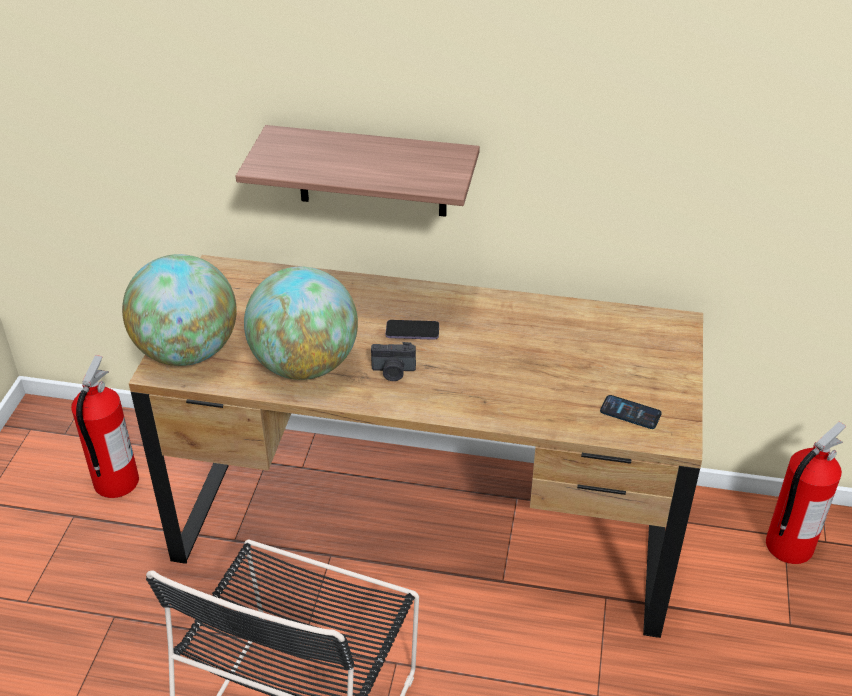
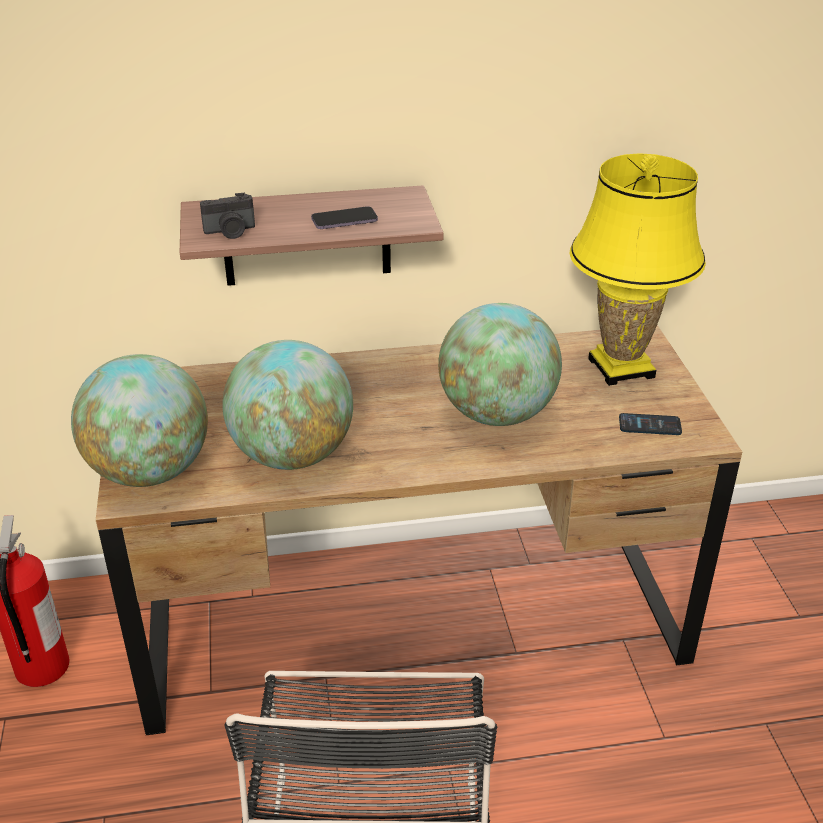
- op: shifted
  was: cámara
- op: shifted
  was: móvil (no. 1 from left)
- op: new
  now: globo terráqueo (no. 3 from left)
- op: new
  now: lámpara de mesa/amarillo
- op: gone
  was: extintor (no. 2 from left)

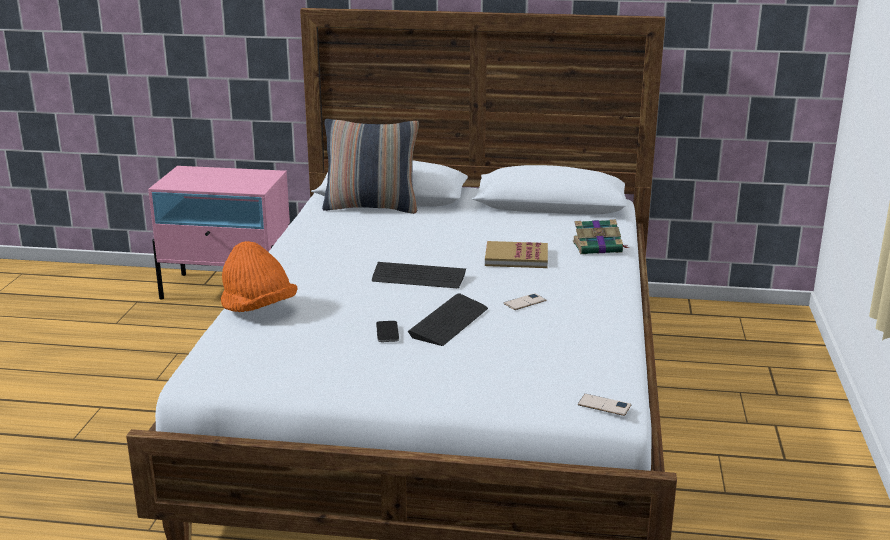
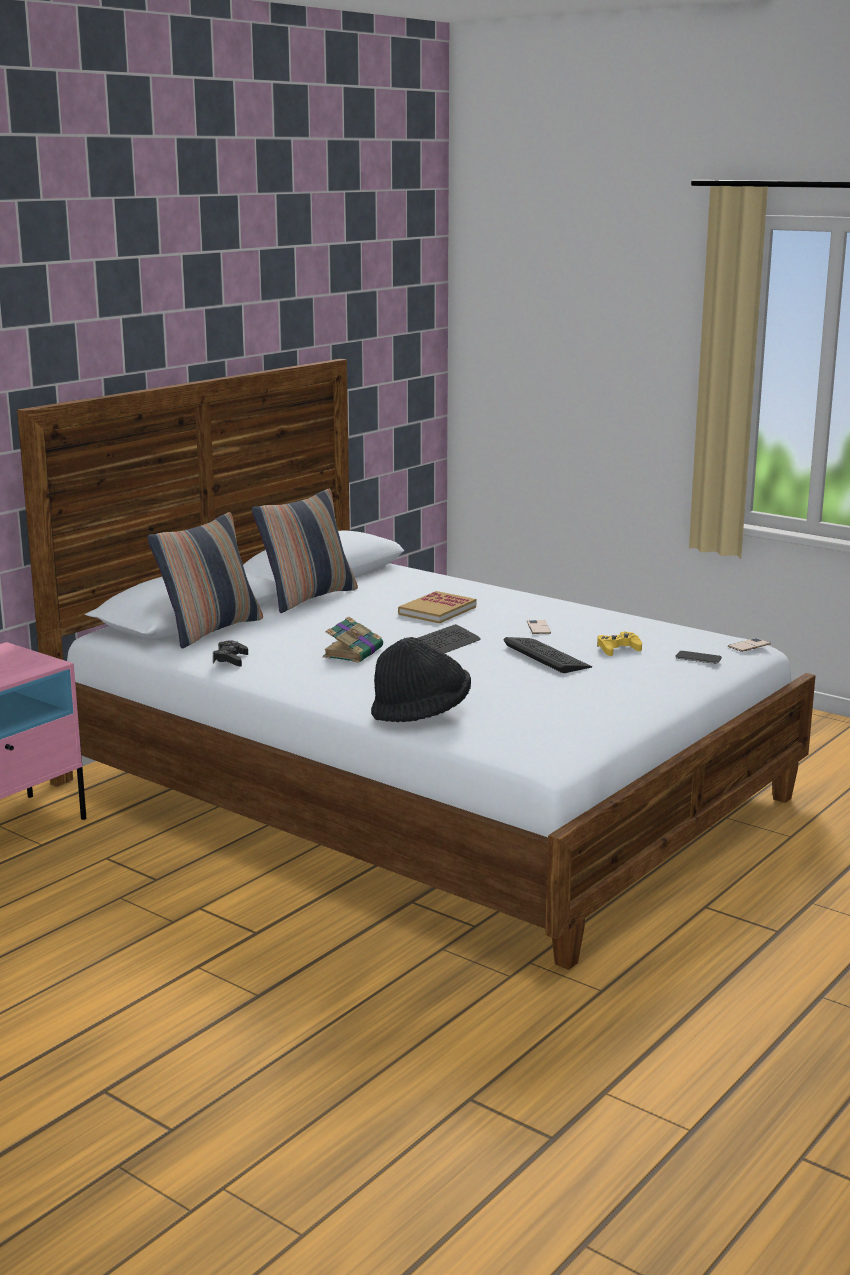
- op: new
  now: mando de consola/negro
- op: new
  now: cojín (no. 2 from left)
- op: shifted
  was: libro (no. 2 from left in the first image)
  now: libro (no. 1 from left)
- op: repainted
  was: sombrero/naranja
  now: sombrero/negro
- op: new
  now: mando de consola/amarillo
- op: shifted
  was: móvil (no. 1 from left in the first image)
  now: móvil (no. 2 from left)

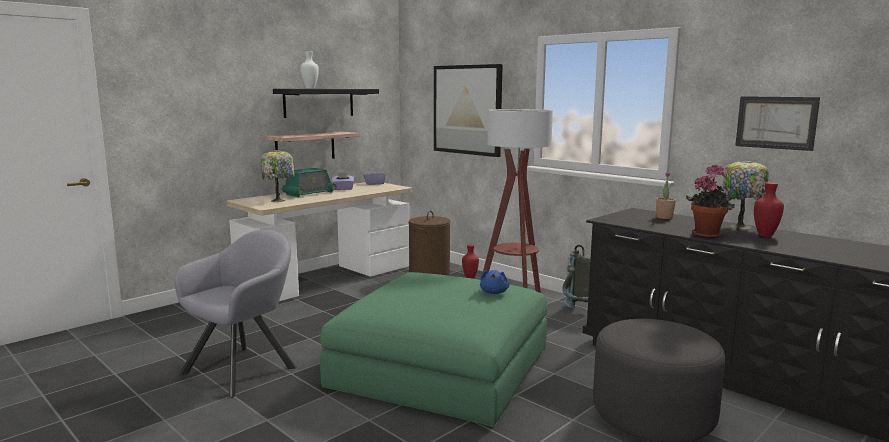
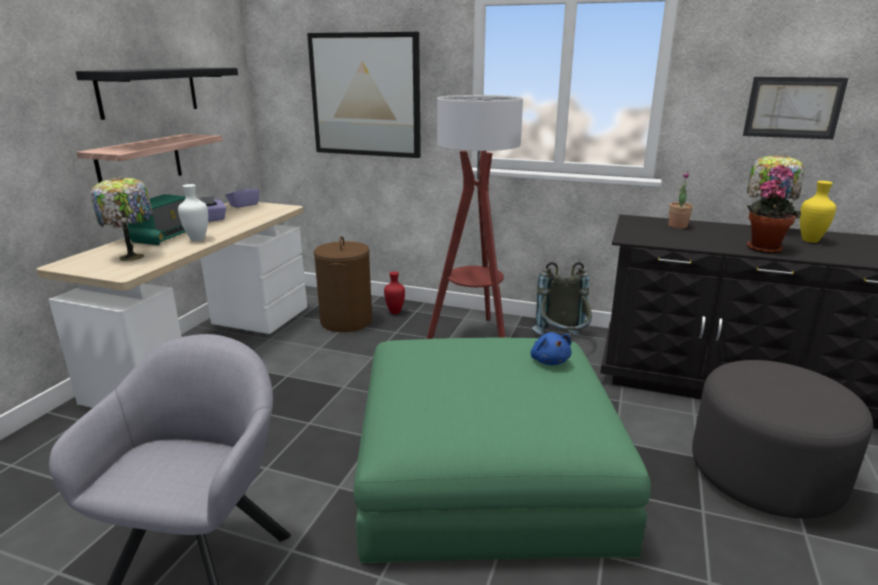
- op: shifted
  was: florero/blanco
- op: repainted
  was: florero/rojo (no. 2 from left)
  now: florero/amarillo

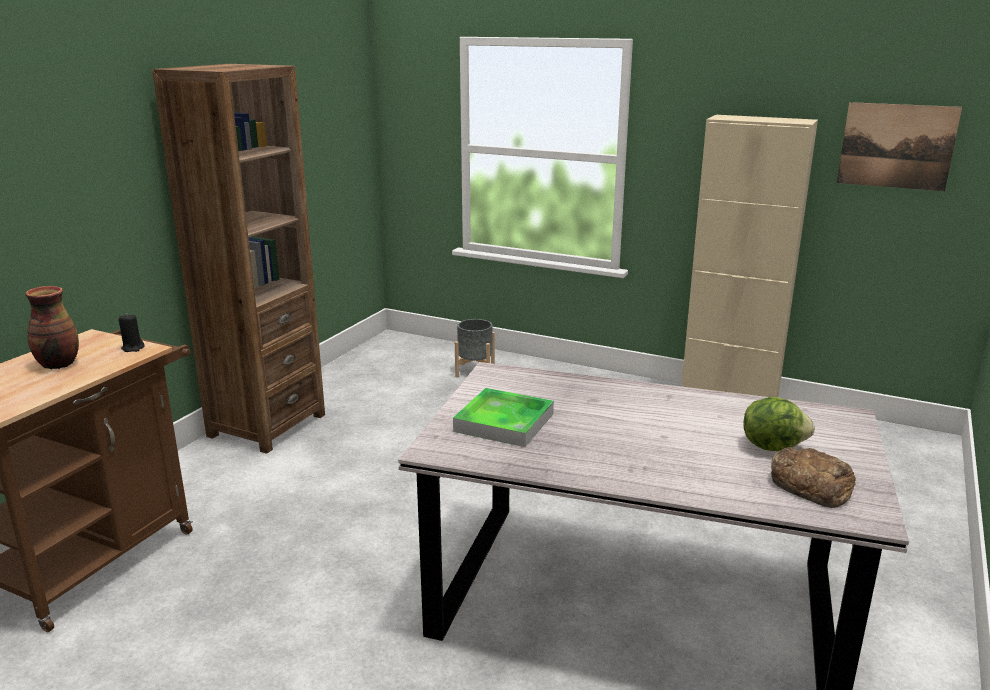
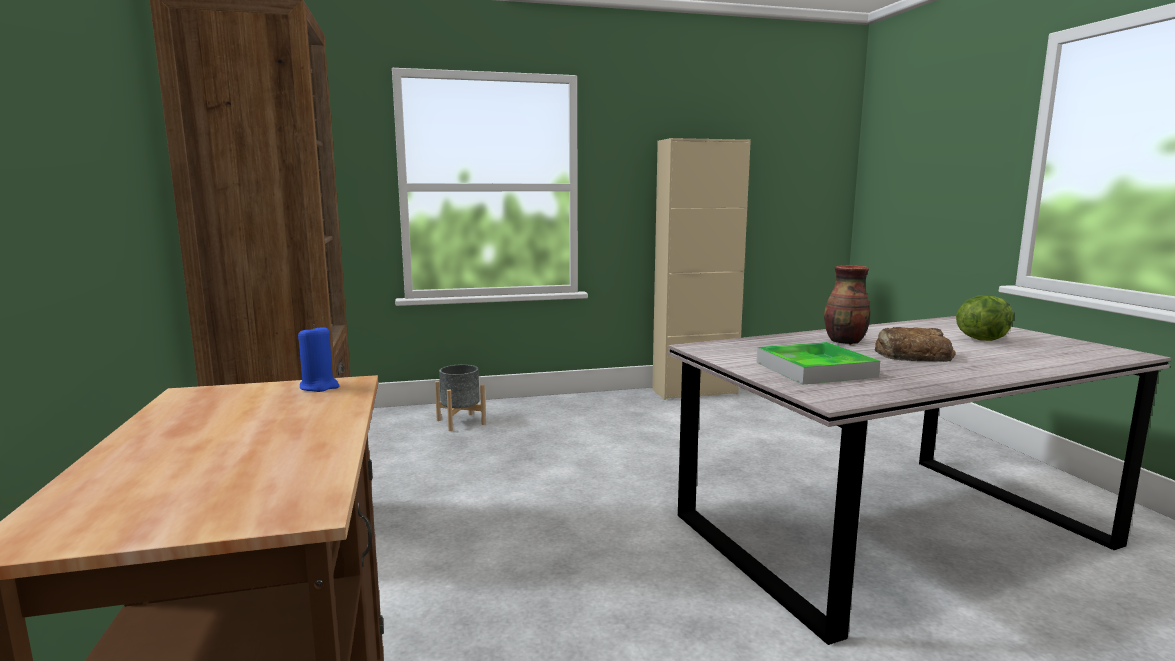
- op: repainted
  was: vela/negro
  now: vela/azul
- op: shifted
  was: florero
- op: shifted
  was: pan
- op: gone
  was: cuadro

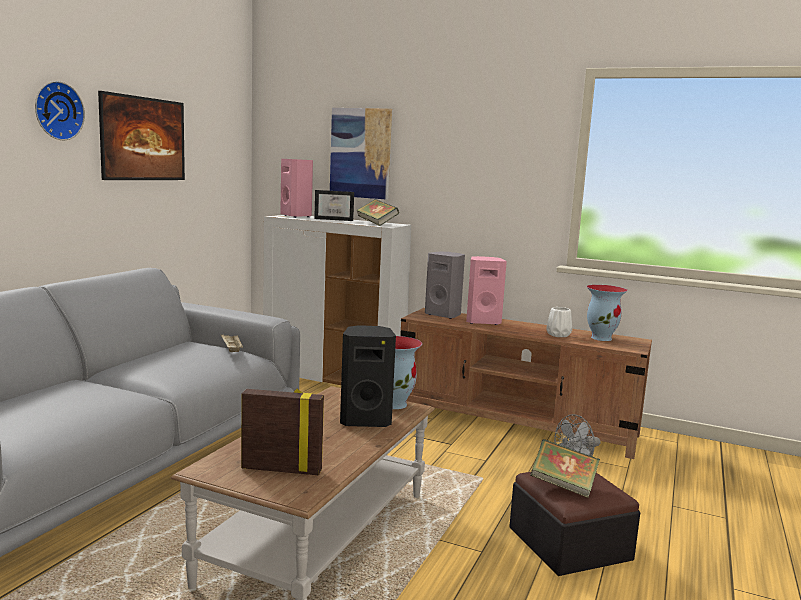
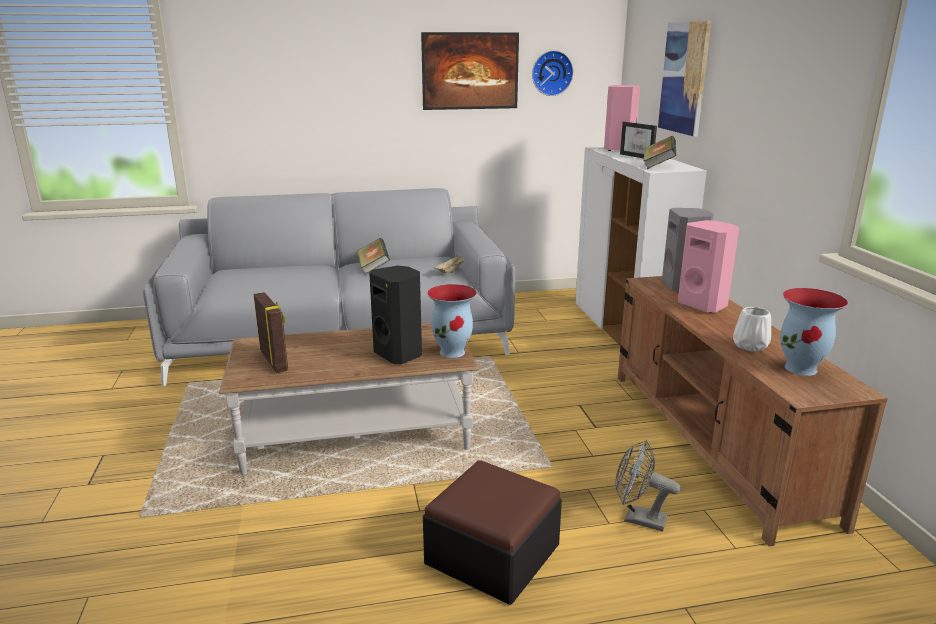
- op: shifted
  was: libro (no. 2 from left in the first image)
  now: libro (no. 1 from left)
- op: shifted
  was: reloj de pared

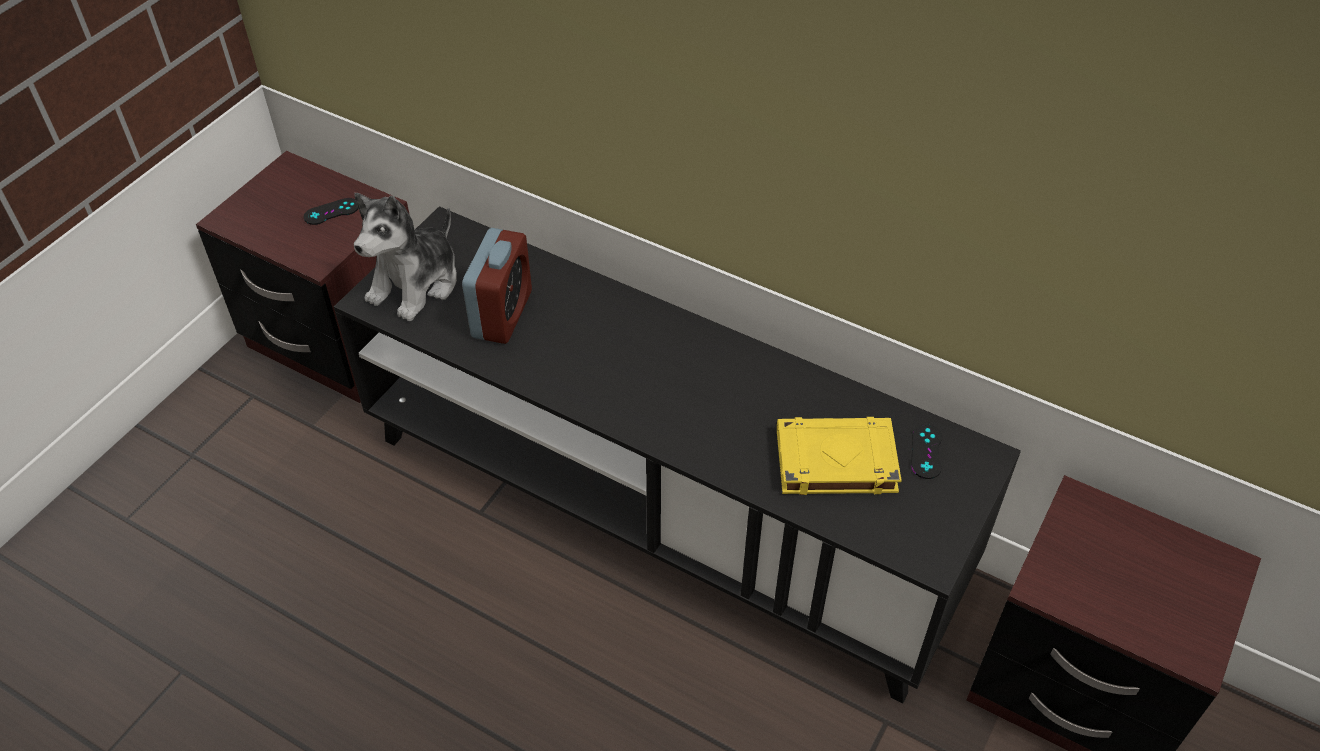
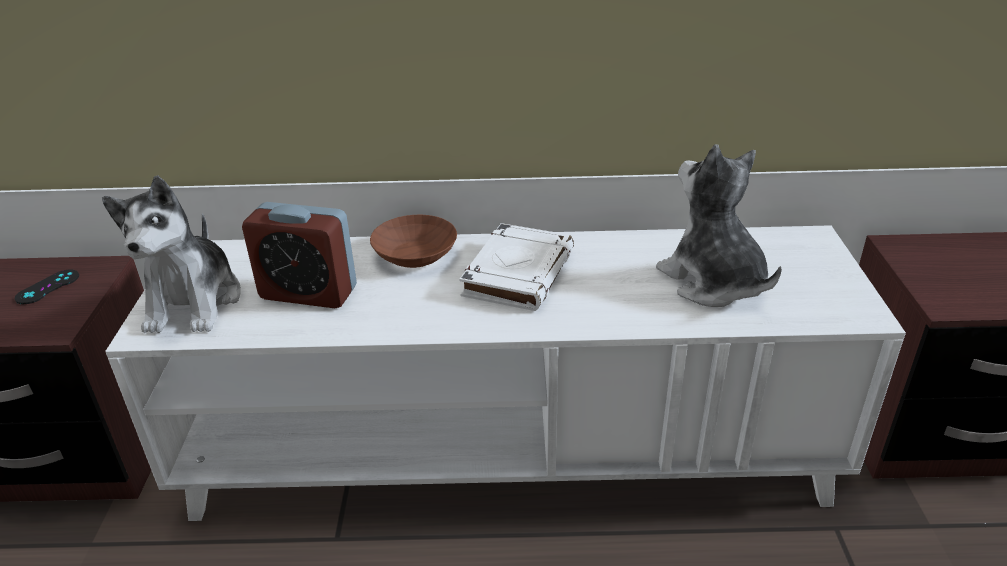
- op: repainted
  was: mueble de televisión/negro
  now: mueble de televisión/blanco
- op: rotated
  was: despertador
  clockwise: 120
- op: new
  now: cuenco/marrón
- op: new
  now: libro/blanco
- op: swapped
  was: libro/amarillo
  now: peluche (no. 2 from left)
- op: gone
  was: mando de consola/negro (no. 2 from left)

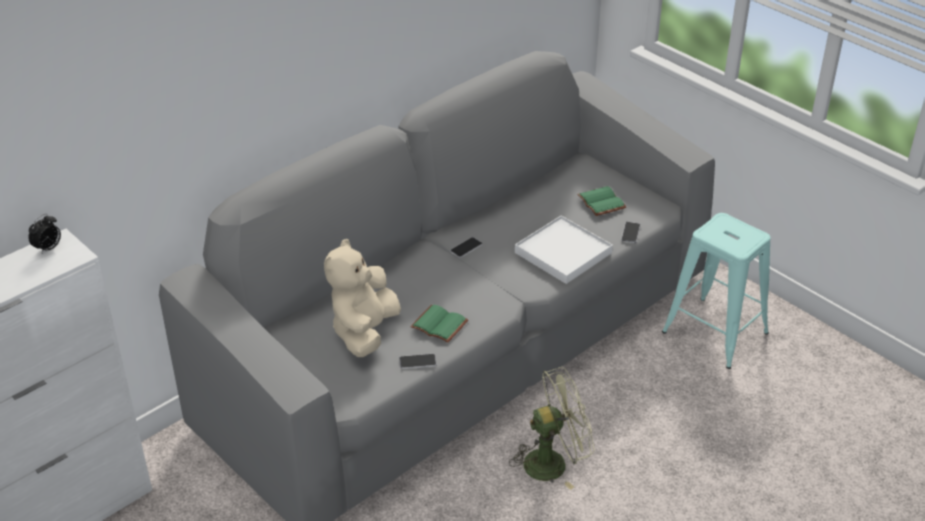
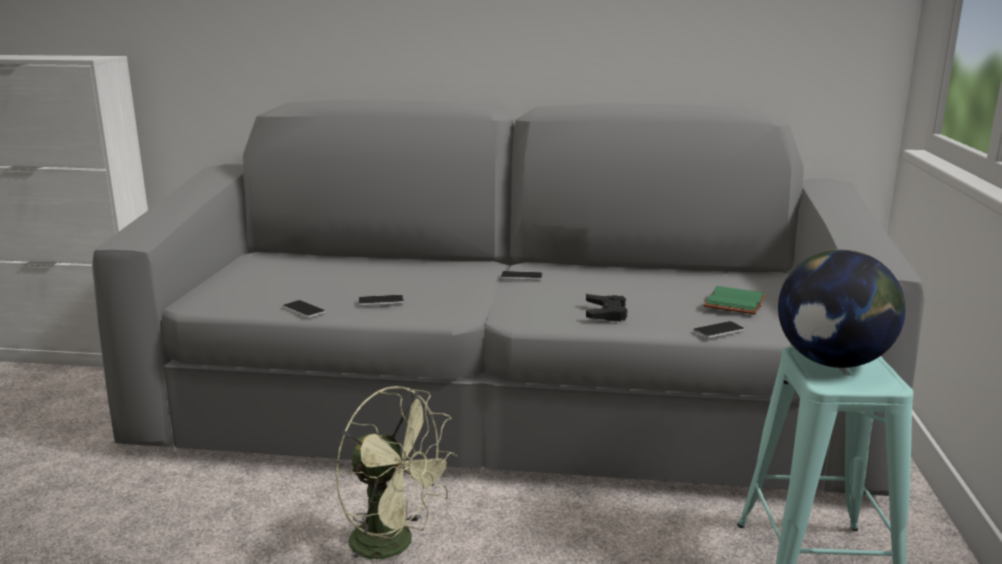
- op: swapped
  was: libro/verde (no. 1 from left)
  now: móvil (no. 2 from left)
- op: swapped
  was: bandeja/blanco
  now: mando de consola/negro
- op: new
  now: globo terráqueo
- op: gone
  was: despertador
- op: gone
  was: peluche/beis

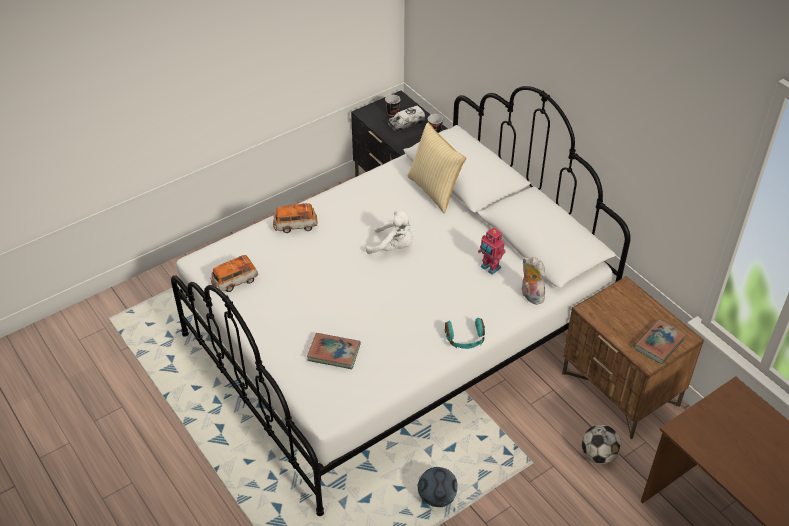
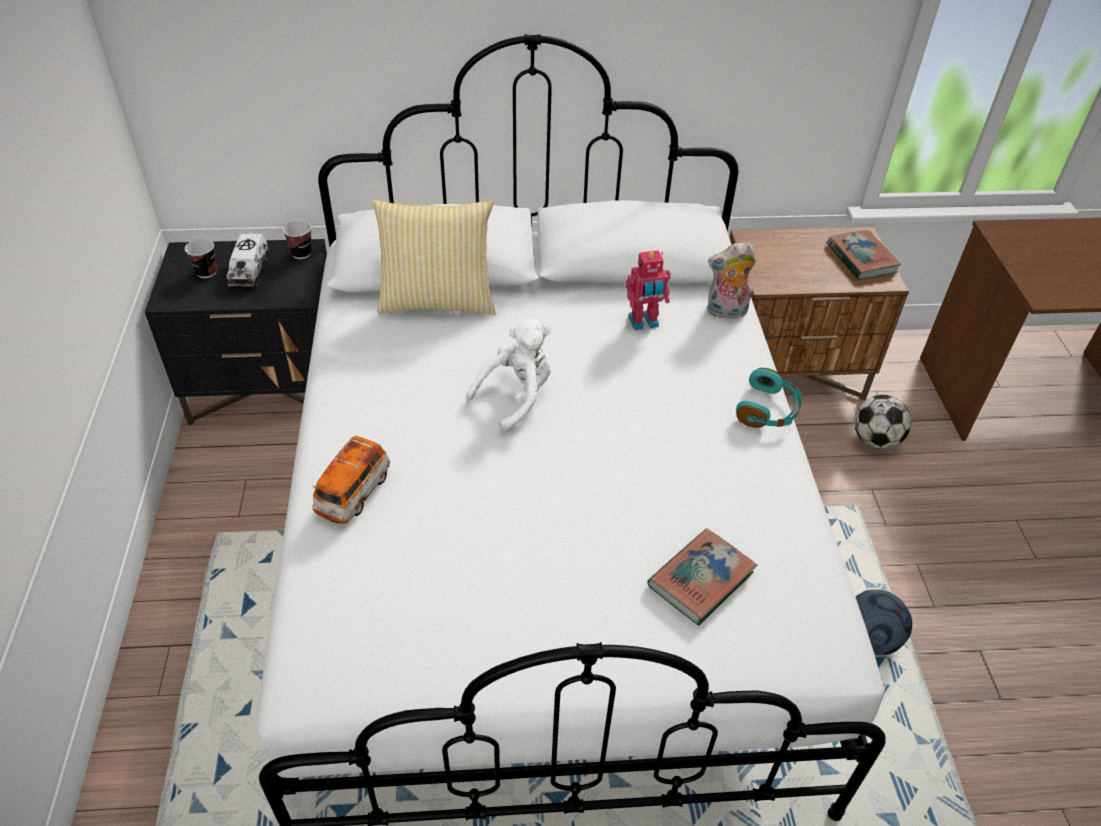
- op: gone
  was: coche de juguete (no. 1 from left)

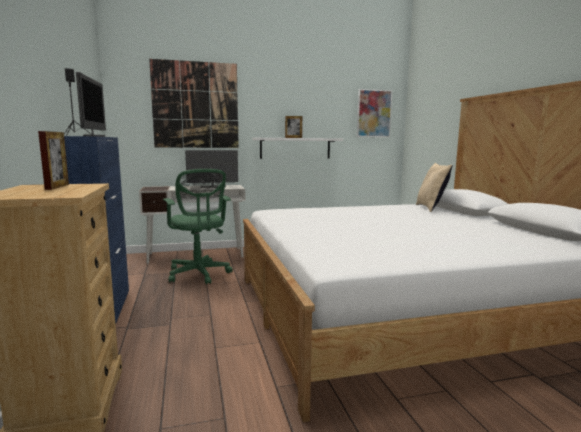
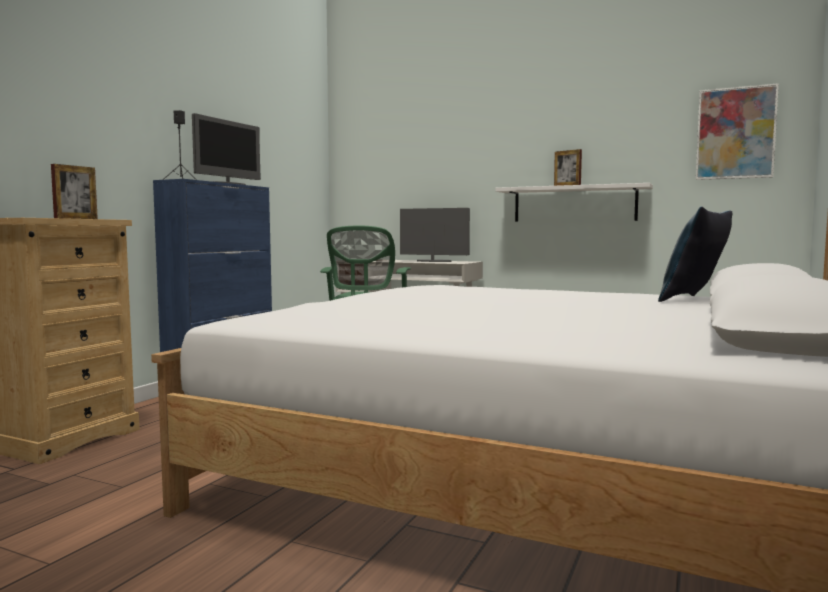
- op: repainted
  was: cojín/beis
  now: cojín/azul
- op: gone
  was: cuadro (no. 1 from left)

